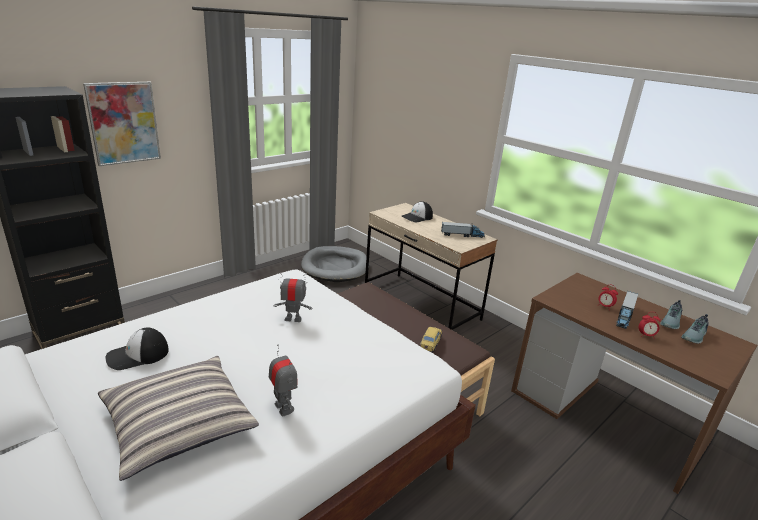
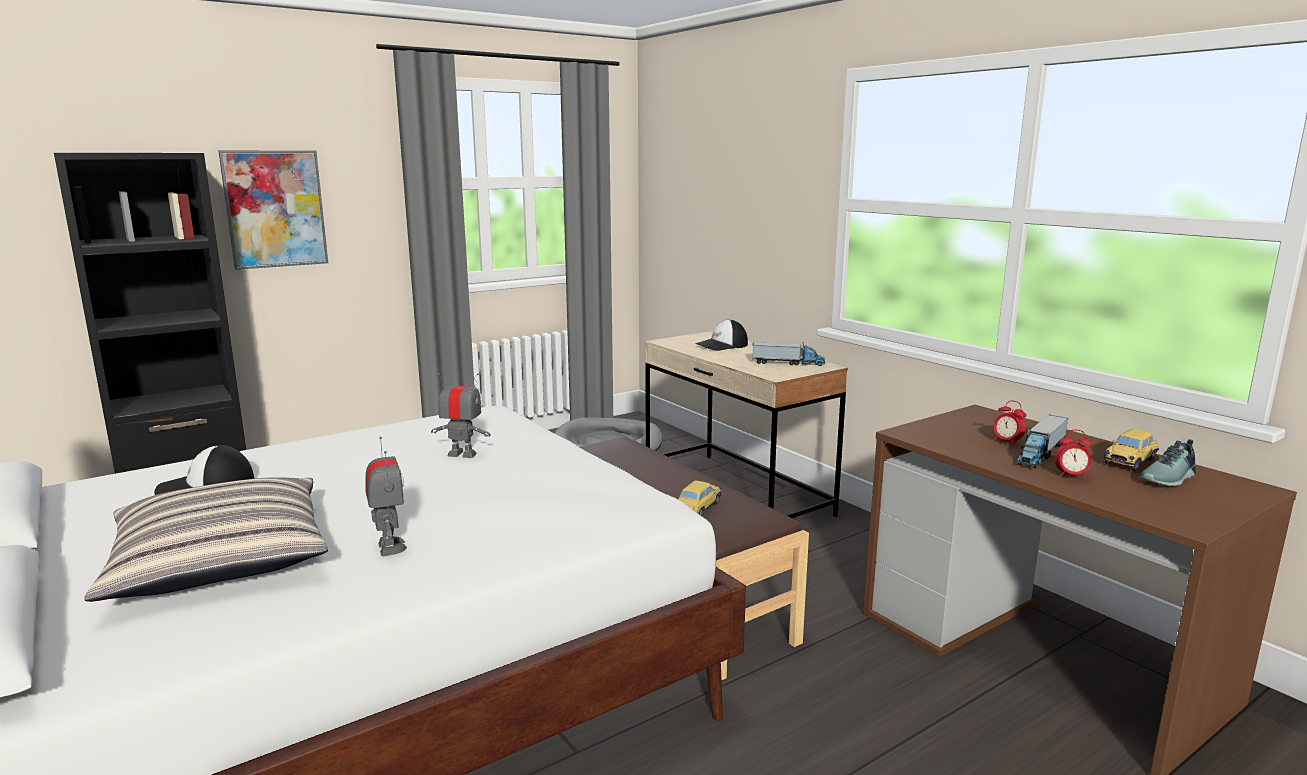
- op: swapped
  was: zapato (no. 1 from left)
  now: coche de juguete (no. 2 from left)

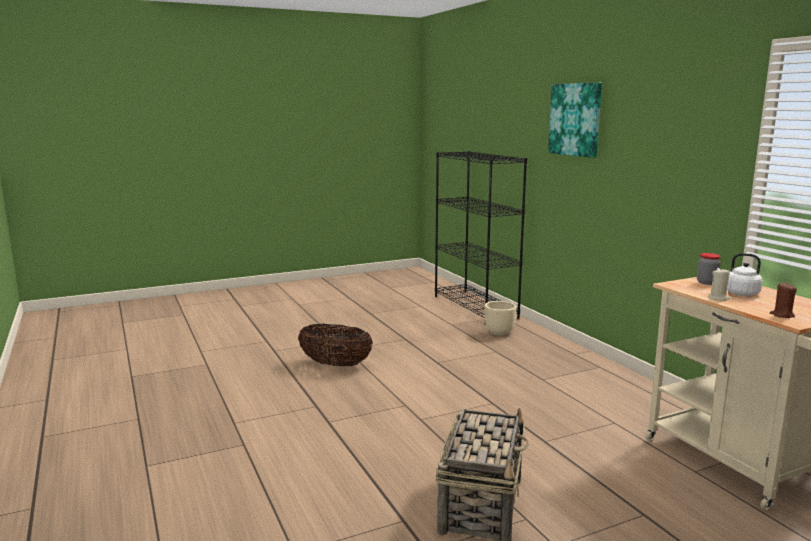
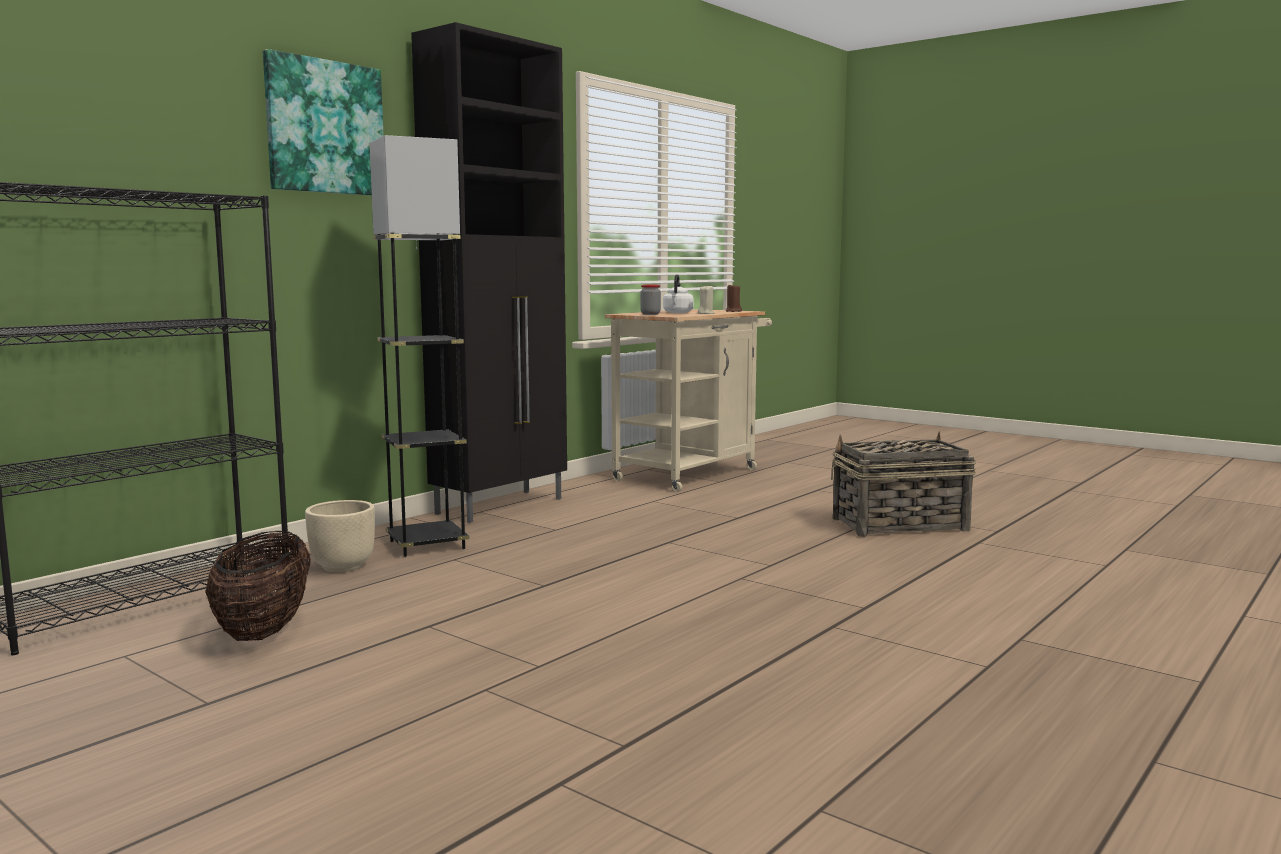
- op: shifted
  was: cesta (no. 1 from left)
- op: new
  now: lámpara de pie/gris
- op: new
  now: armario/negro

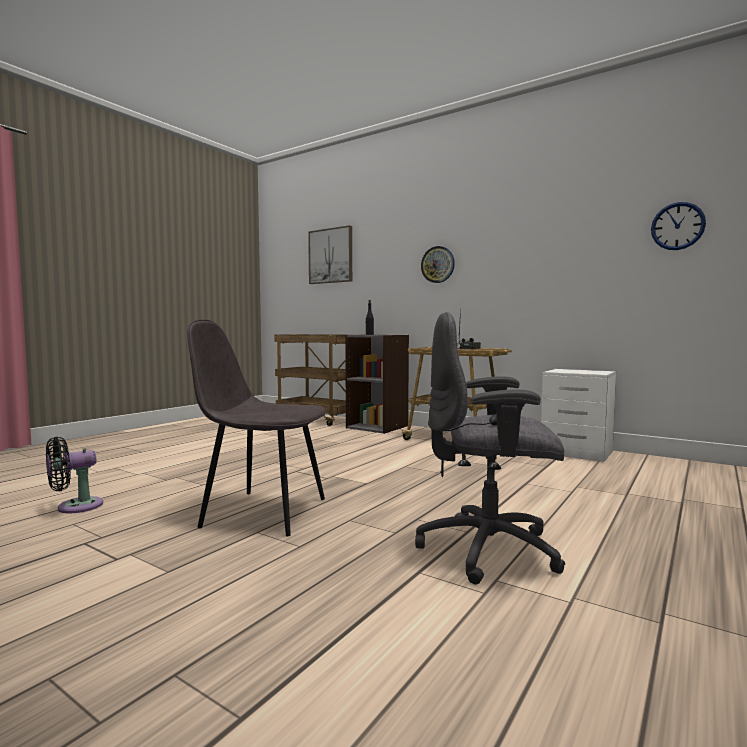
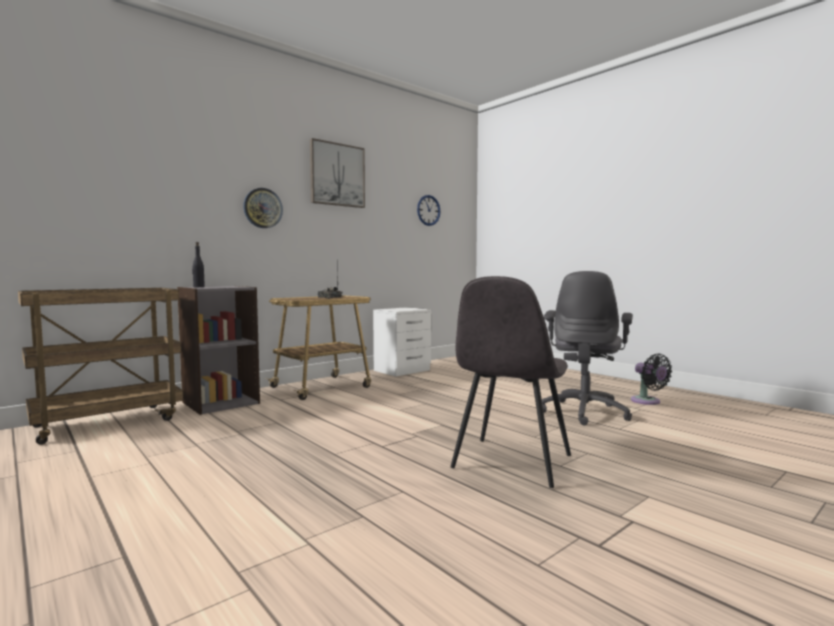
- op: shifted
  was: cuadro
- op: shifted
  was: ventilador/negro

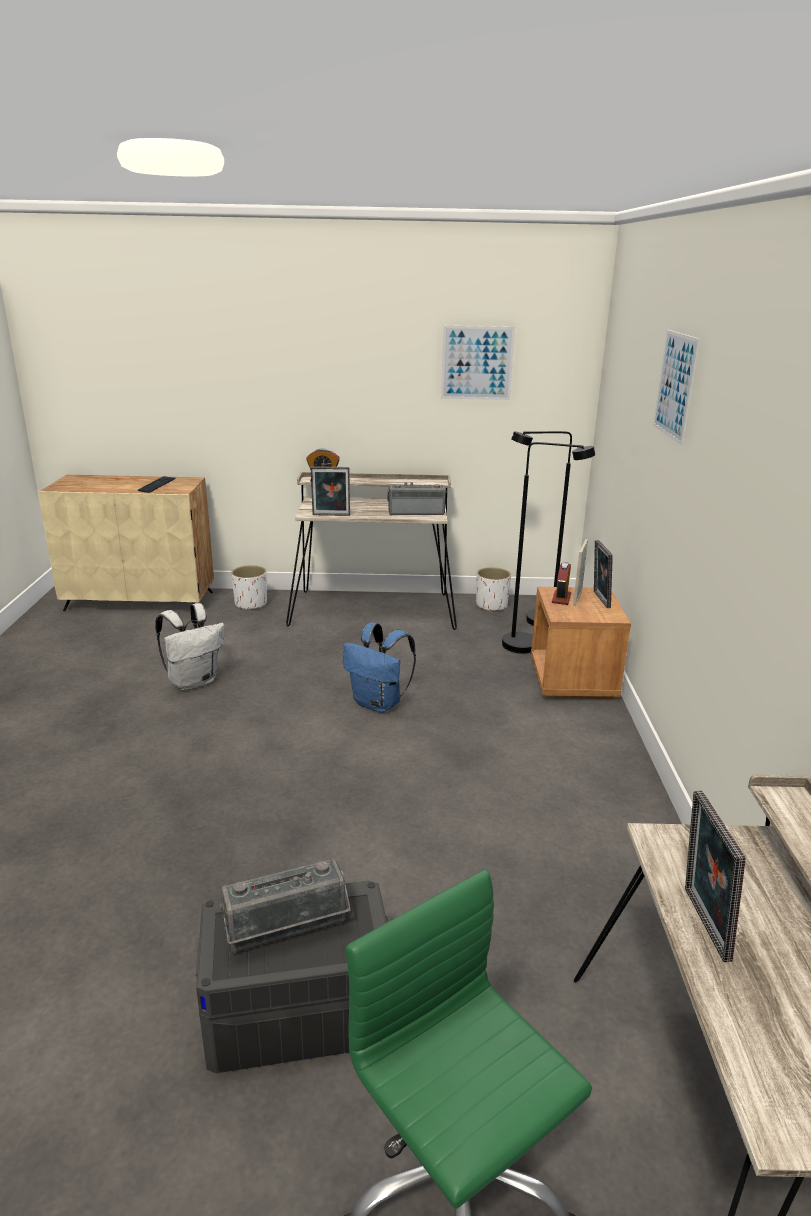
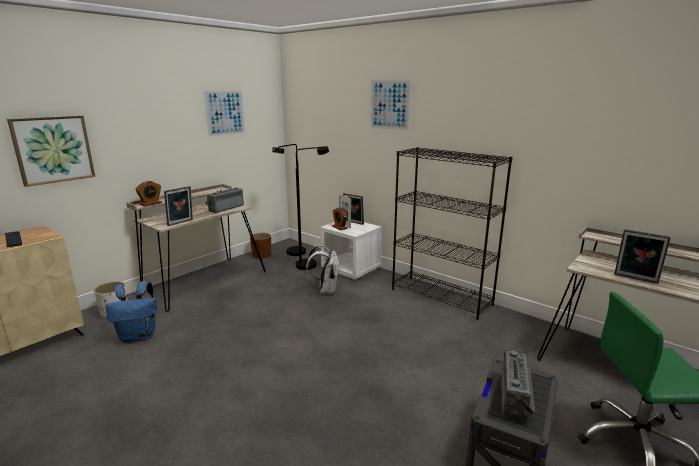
- op: new
  now: cuadro (no. 1 from left)
- op: shifted
  was: mochila/azul
- op: repainted
  was: maceta/blanco (no. 2 from left)
  now: maceta/marrón
- op: shifted
  was: mochila/blanco
- op: repainted
  was: mesita de noche/marrón
  now: mesita de noche/blanco
- op: new
  now: estantería/negro

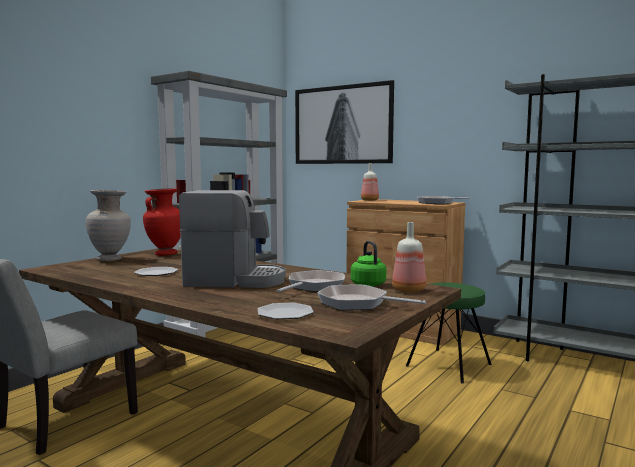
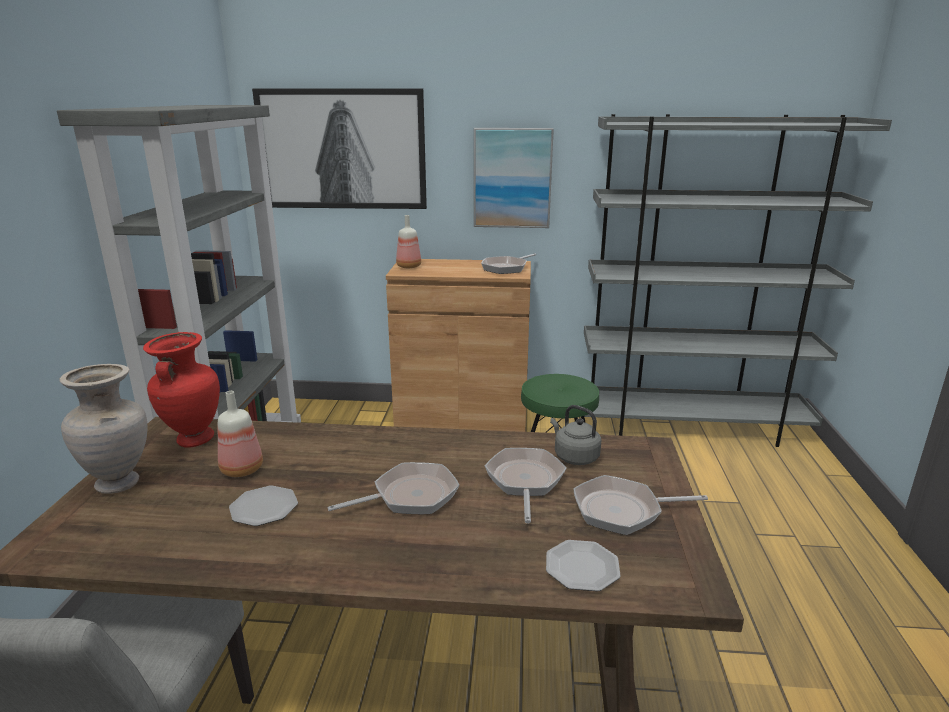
- op: shifted
  was: botella (no. 2 from left in the first image)
  now: botella (no. 1 from left)
- op: swapped
  was: cafetera
  now: sartén (no. 1 from left)
- op: new
  now: cuadro (no. 2 from left)
- op: repainted
  was: hervidor/verde
  now: hervidor/gris

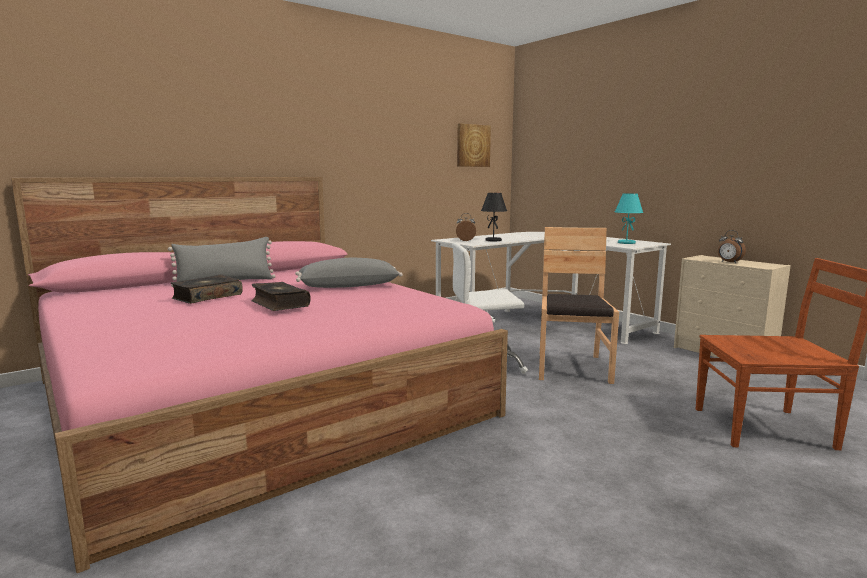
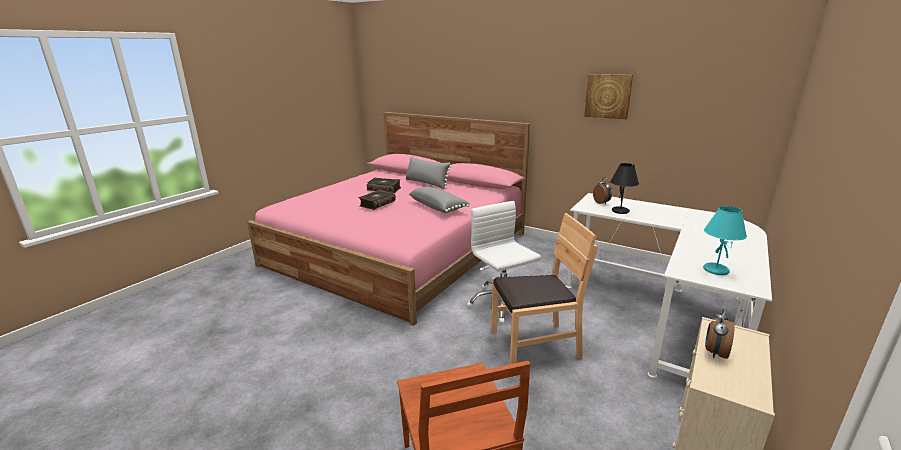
- op: shifted
  was: cuadro

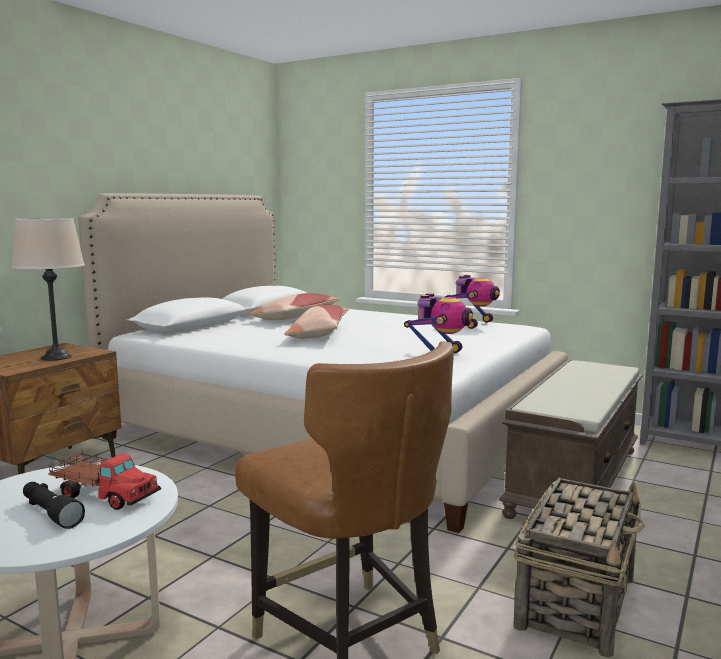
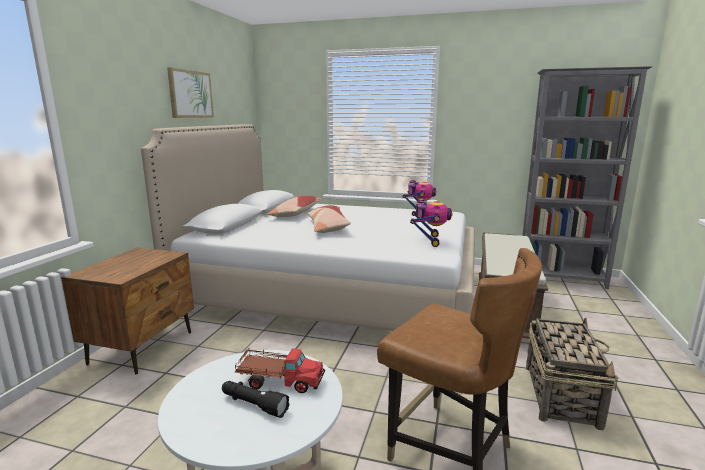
- op: new
  now: cuadro
- op: gone
  was: lámpara de mesa/beis

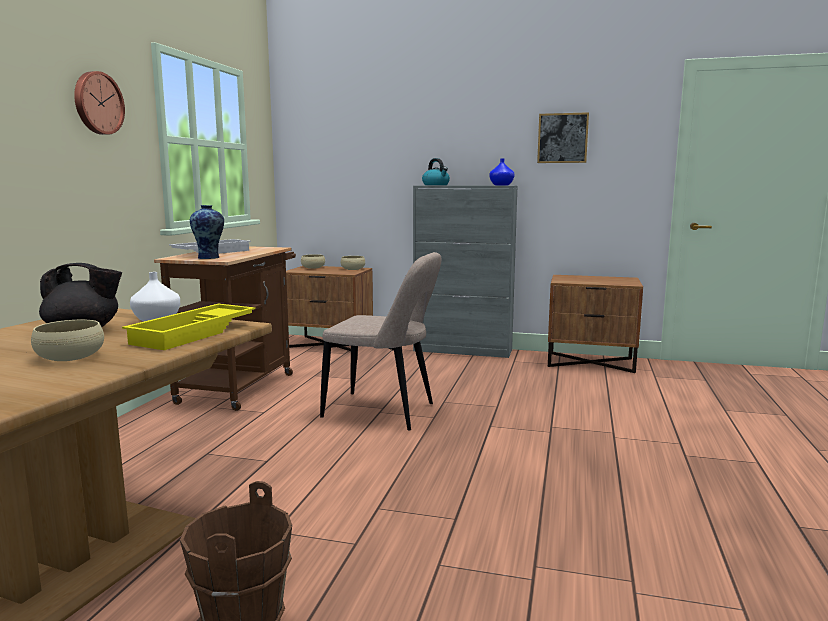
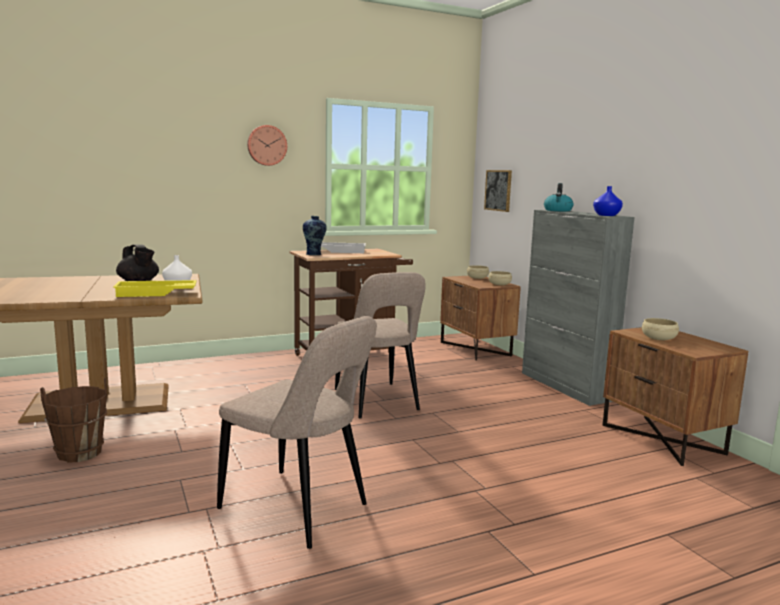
- op: new
  now: silla/beis (no. 1 from left)
- op: shifted
  was: cuadro
- op: shifted
  was: cuenco/beis (no. 1 from left in the first image)
  now: cuenco/beis (no. 3 from left)

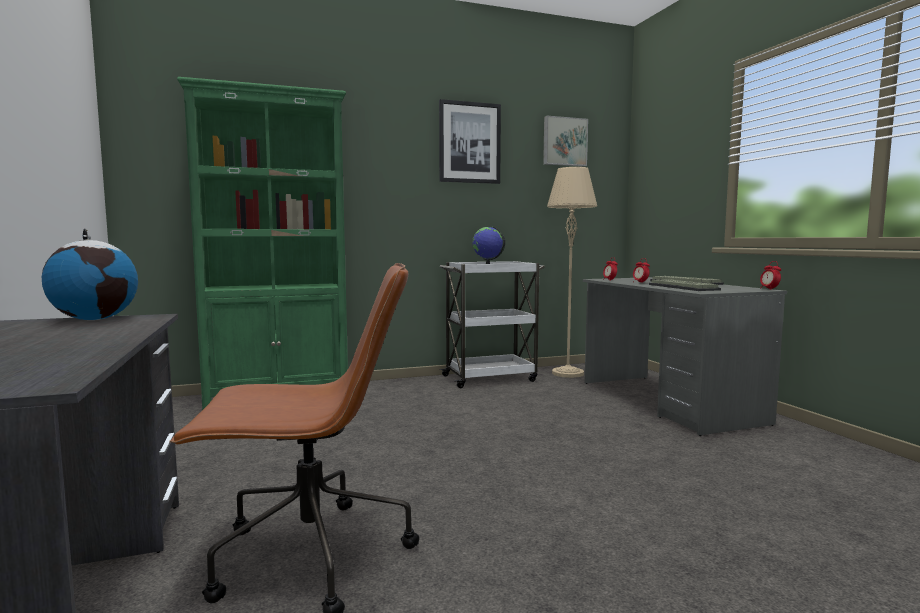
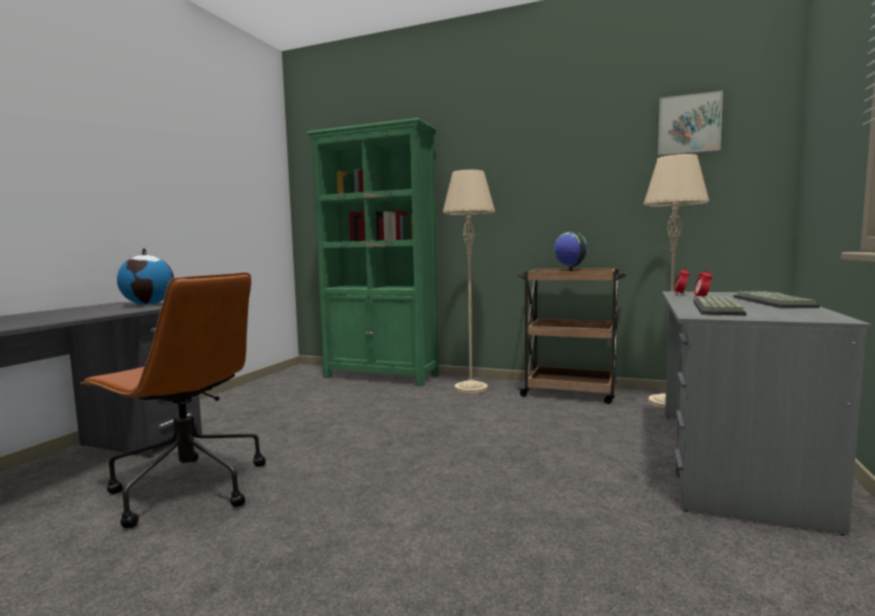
- op: new
  now: lámpara de pie/beis (no. 1 from left)
- op: repainted
  was: carrito/blanco
  now: carrito/marrón
- op: gone
  was: cuadro (no. 1 from left)
- op: gone
  was: despertador (no. 3 from left)

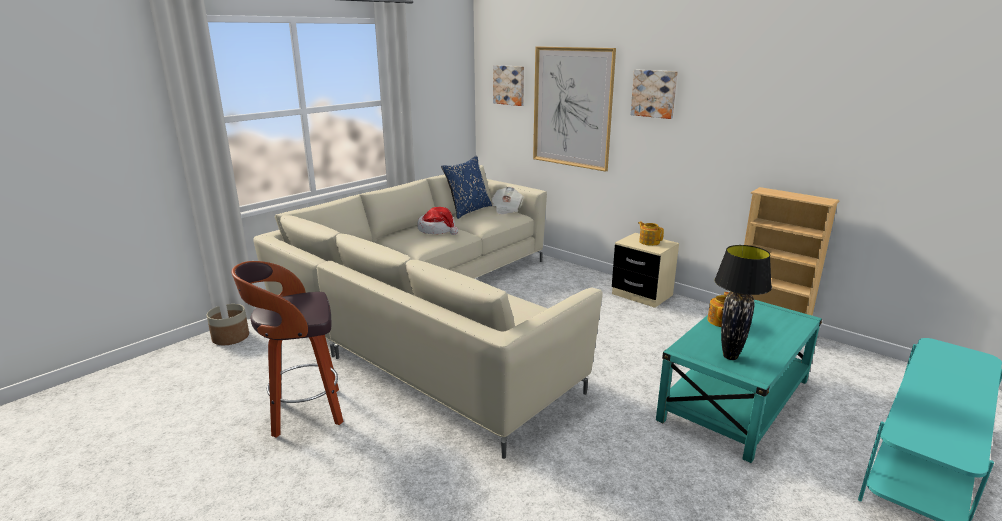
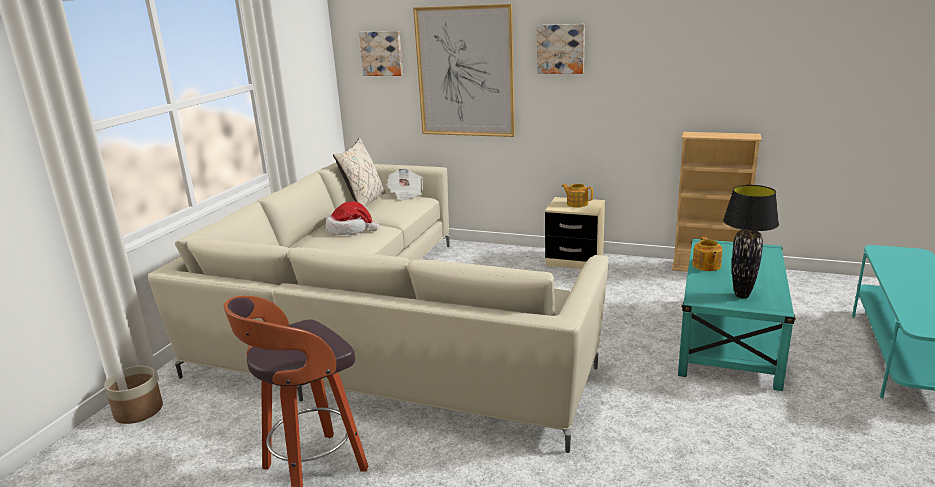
- op: repainted
  was: cojín/azul
  now: cojín/beis

